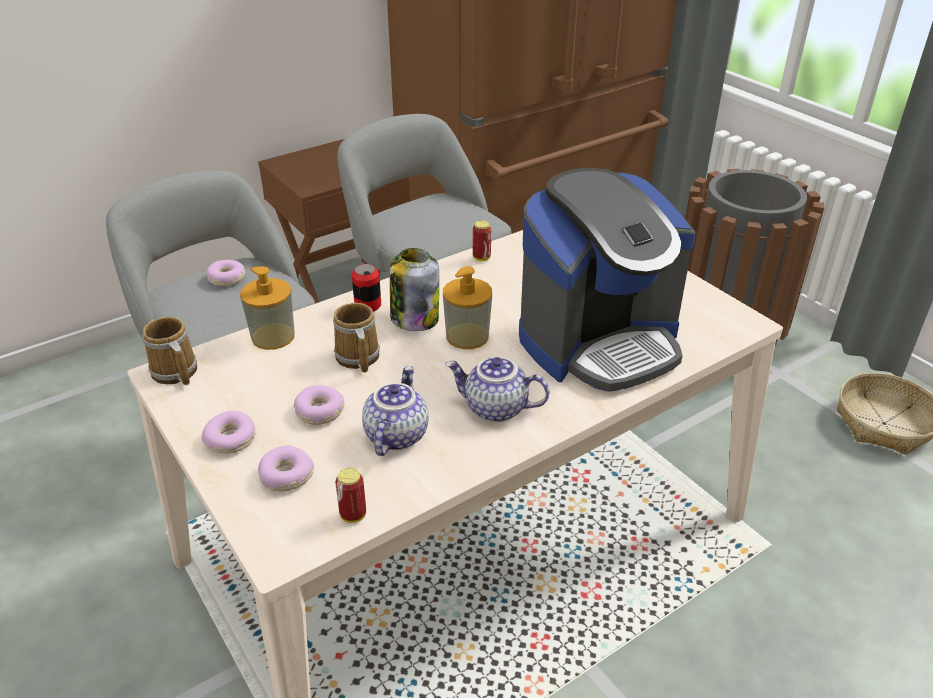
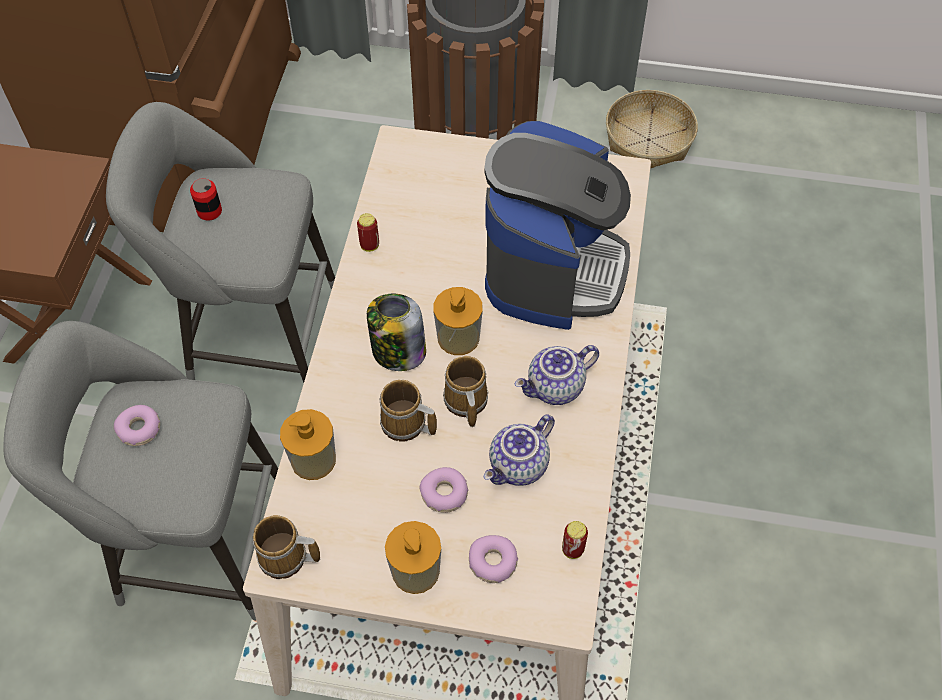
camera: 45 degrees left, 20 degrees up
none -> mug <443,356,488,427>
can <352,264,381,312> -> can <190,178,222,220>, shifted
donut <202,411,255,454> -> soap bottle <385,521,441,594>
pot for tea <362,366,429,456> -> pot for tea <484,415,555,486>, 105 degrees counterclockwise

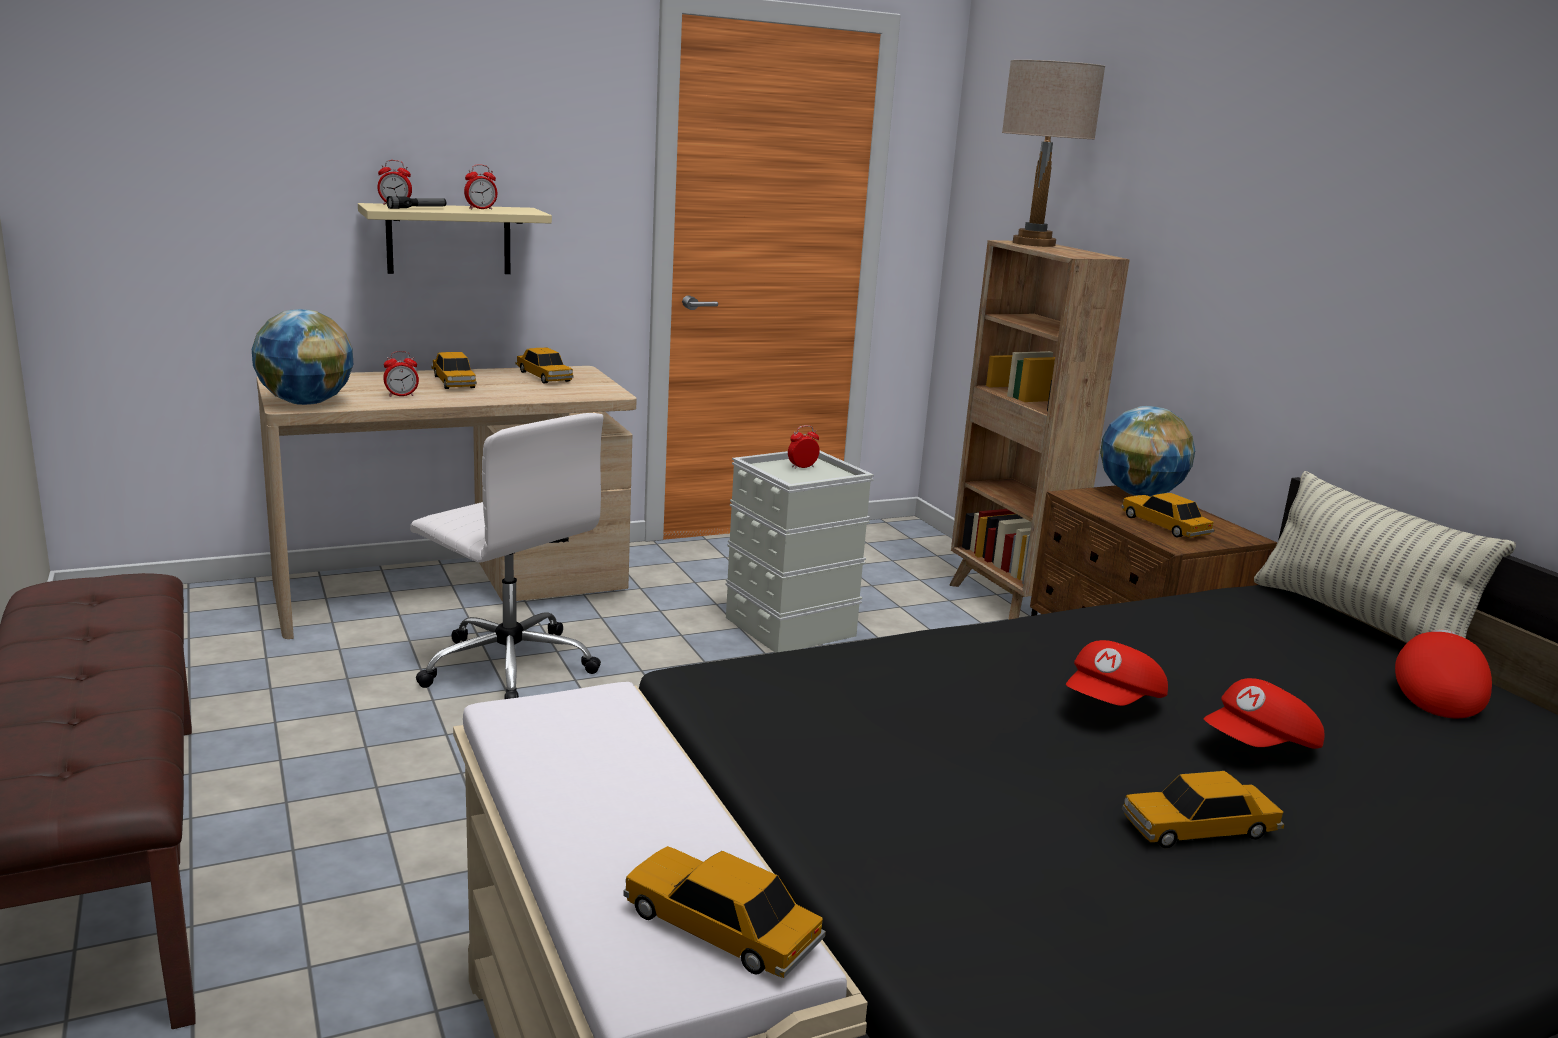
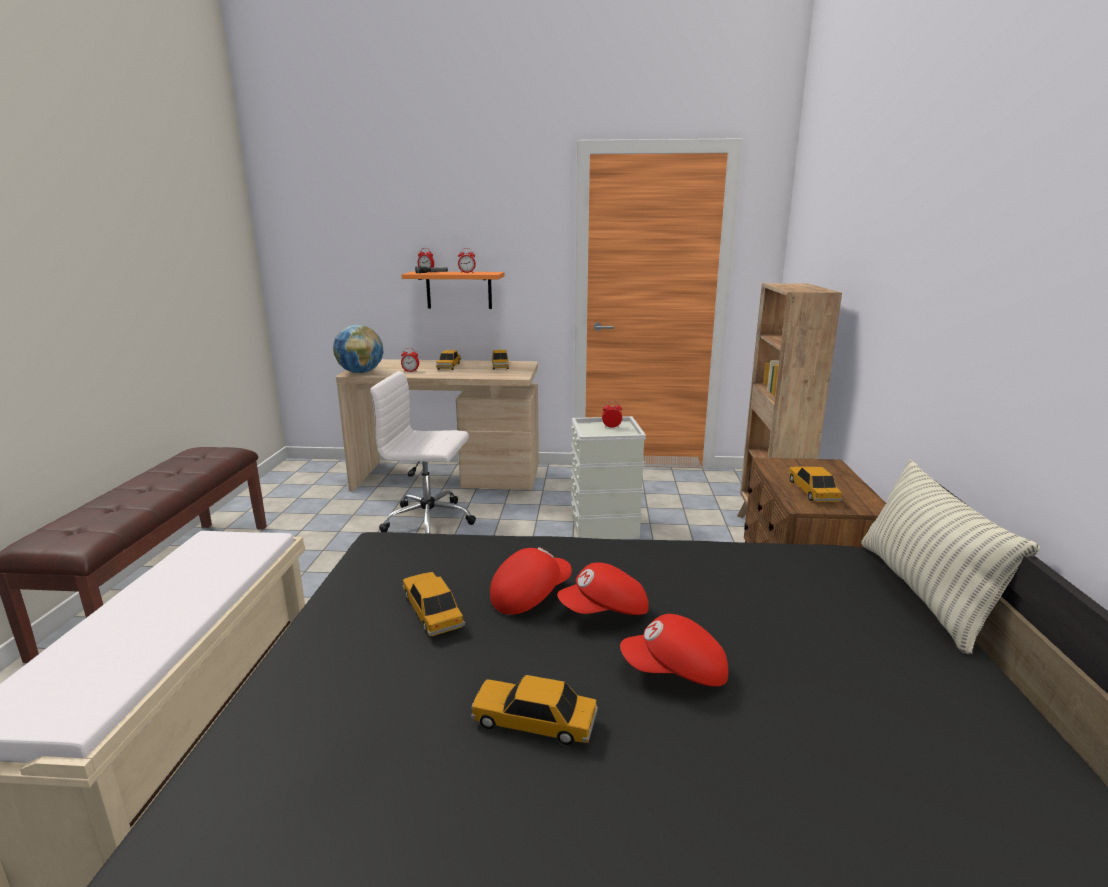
camera: 30 degrees right, 0 degrees up
sand-coloured lamp for a table <1002,60,1105,247> -> none
globe <1100,406,1195,497> -> none
toy car <623,846,826,978> -> toy car <403,572,465,636>, shifted
red-coloured baseball cap <1395,629,1492,718> -> red-coloured baseball cap <490,547,572,615>, shifted
sand-coloured bracket shelf <358,203,552,274> -> orange bracket shelf <402,272,505,309>
white-coloured desk chair <410,413,603,699> -> white-coloured desk chair <370,371,476,534>, 120 degrees clockwise

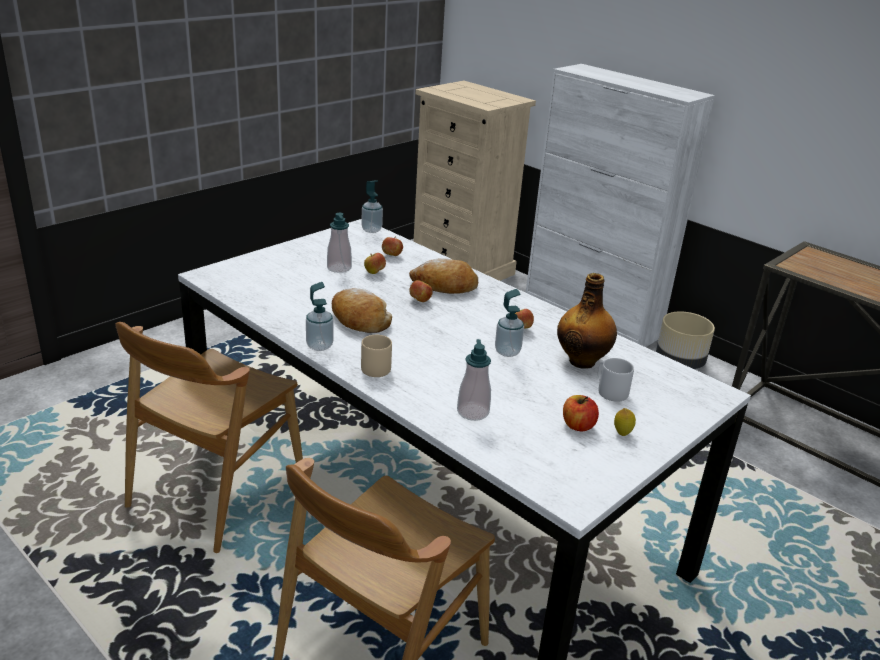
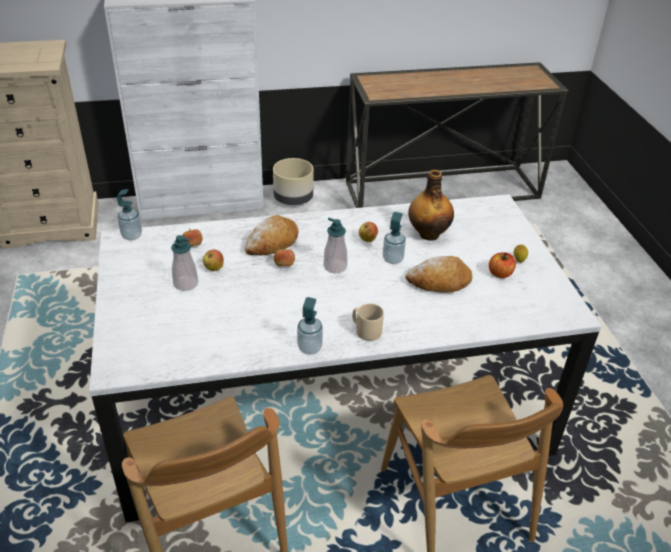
camera: 55 degrees left, 10 degrees up
gray mug <598,358,634,402> -> none
baked bread <332,288,392,333> -> baked bread <405,256,472,293>, shifted
soap bottle <457,339,491,421> -> soap bottle <324,217,347,273>, shifted

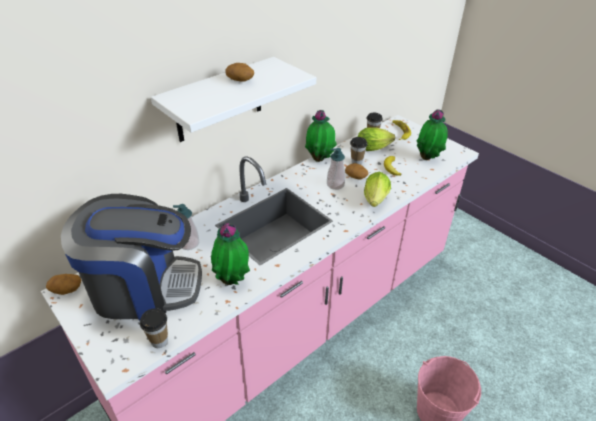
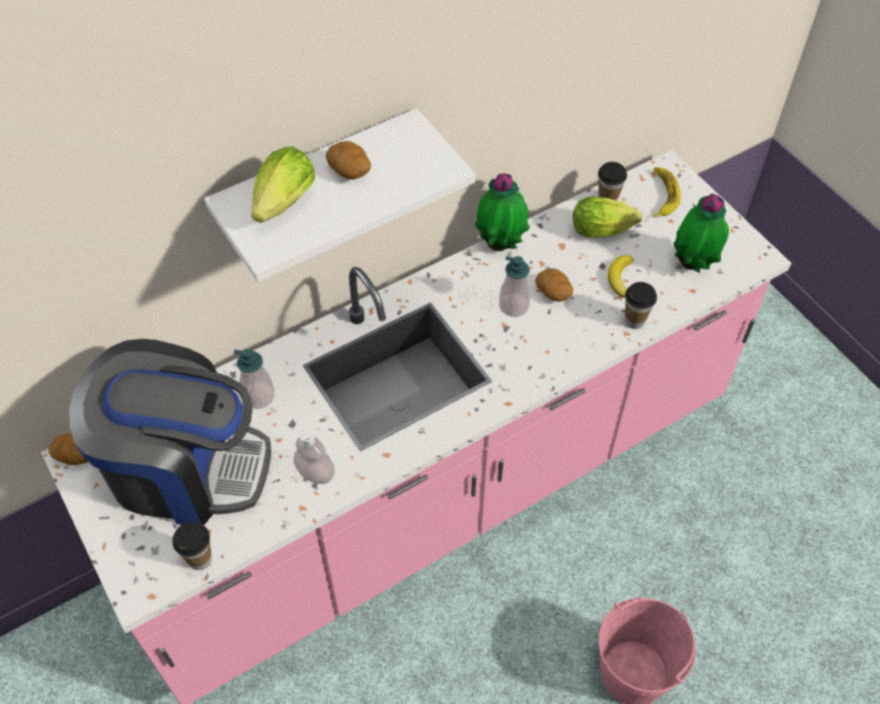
camera: 10 degrees right, 15 degrees up
small cup <350,137,367,165> -> small cup <625,282,657,329>, shifted
lettuce head <364,172,391,207> -> lettuce head <251,147,315,223>, shifted
houseplant <211,223,250,285> -> soap bottle <293,428,335,484>

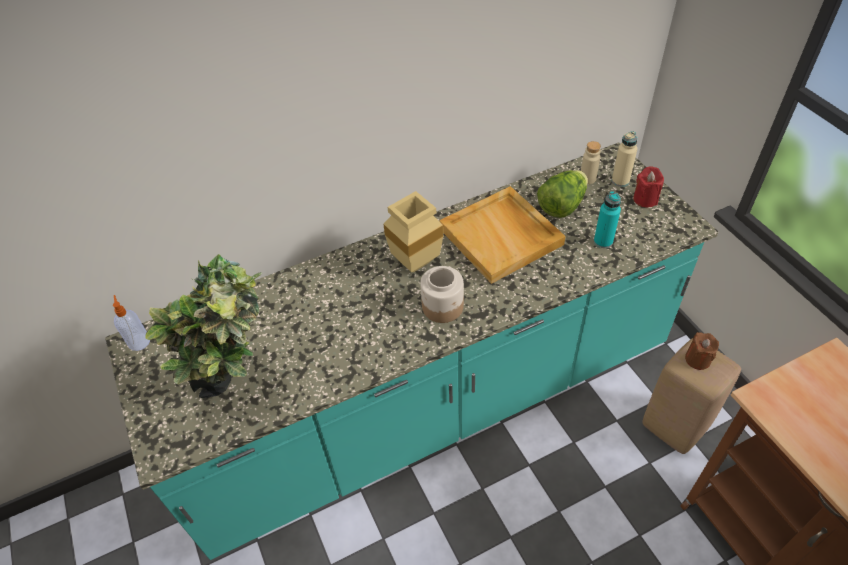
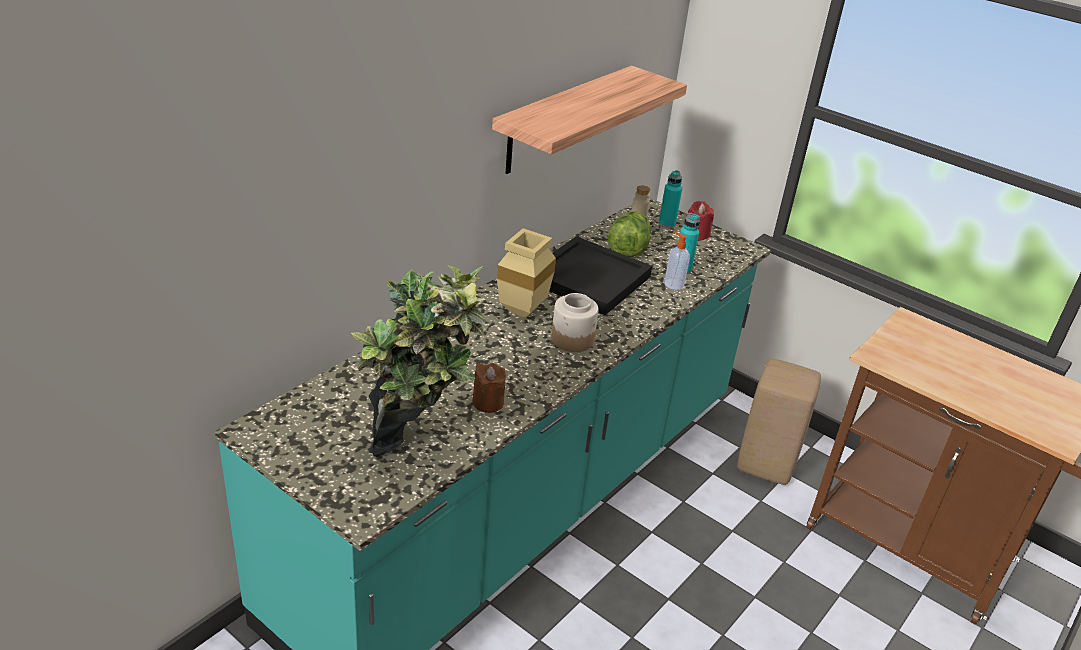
camera: 30 degrees left, 15 degrees down
none -> bracket shelf <492,66,687,174>
soap bottle <113,295,150,351> -> soap bottle <664,231,690,290>, shifted
brown-coloured wax candle <685,332,719,370> -> brown-coloured wax candle <472,363,506,413>, shifted
sand-coloured tray <439,186,566,284> -> blackish tray <549,236,652,315>
sand-coloured bottle <612,131,637,187> -> turquoise-coloured bottle <659,170,682,228>

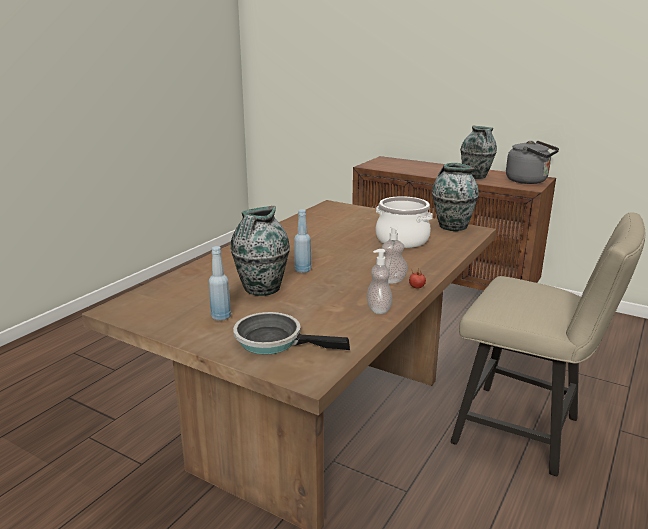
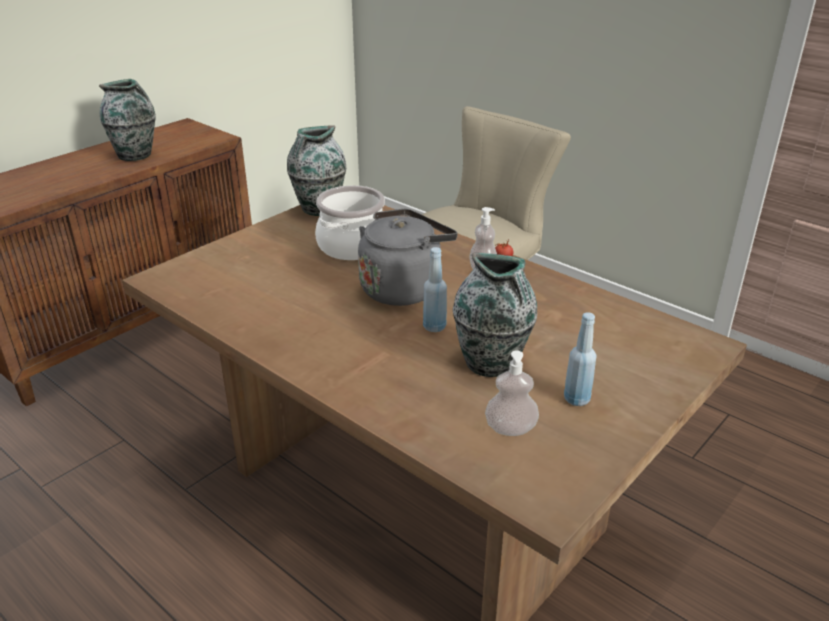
camera: 80 degrees left, 10 degrees up
frying pan <233,312,350,355> -> none
soap bottle <366,249,393,314> -> soap bottle <485,350,539,436>, shifted
gray kettle <506,141,559,184> -> gray kettle <358,209,458,306>, shifted

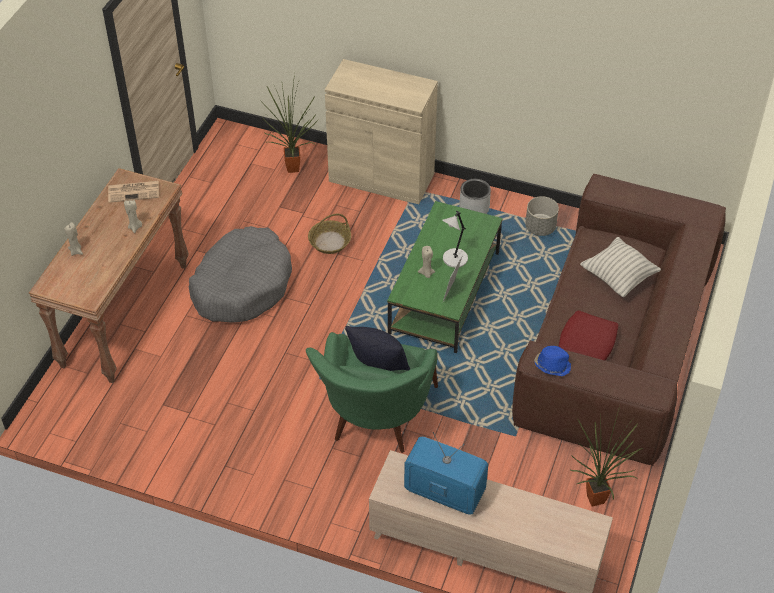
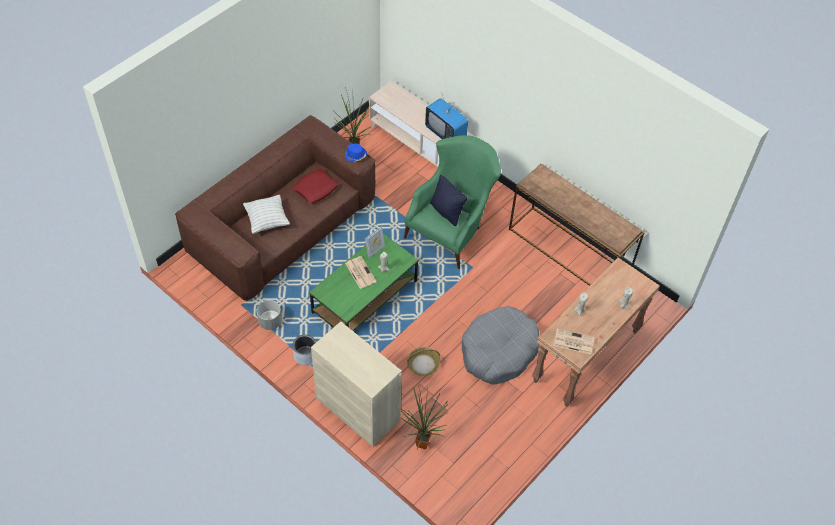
camera: 160 degrees left, 5 degrees up
none -> brown-coloured hall table <509,164,645,286>
white-coloured lamp for a table <442,211,468,268> -> printed paper <345,256,377,289>

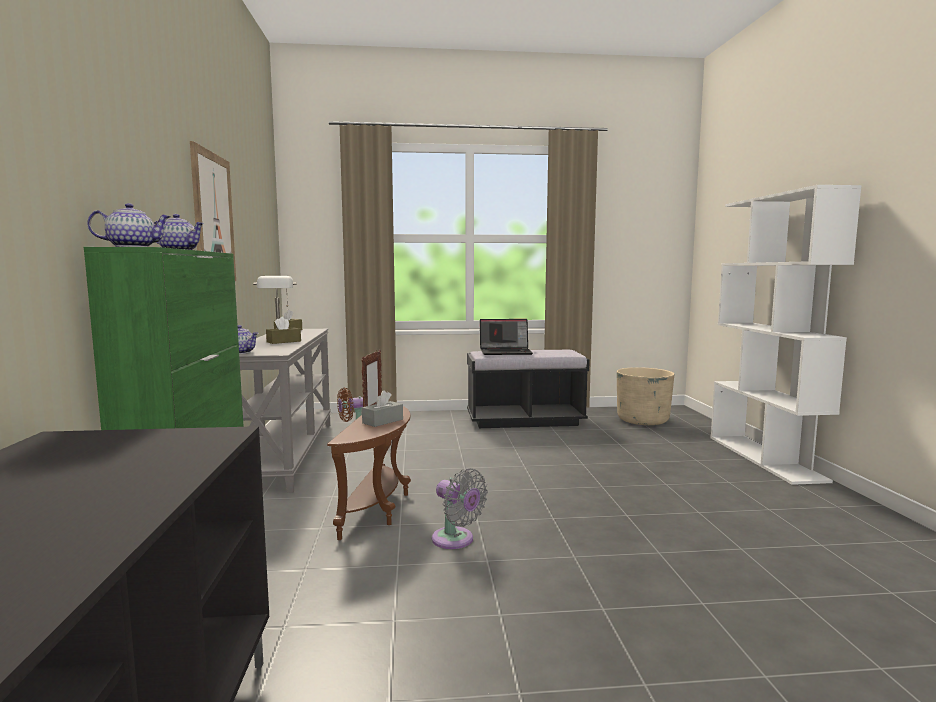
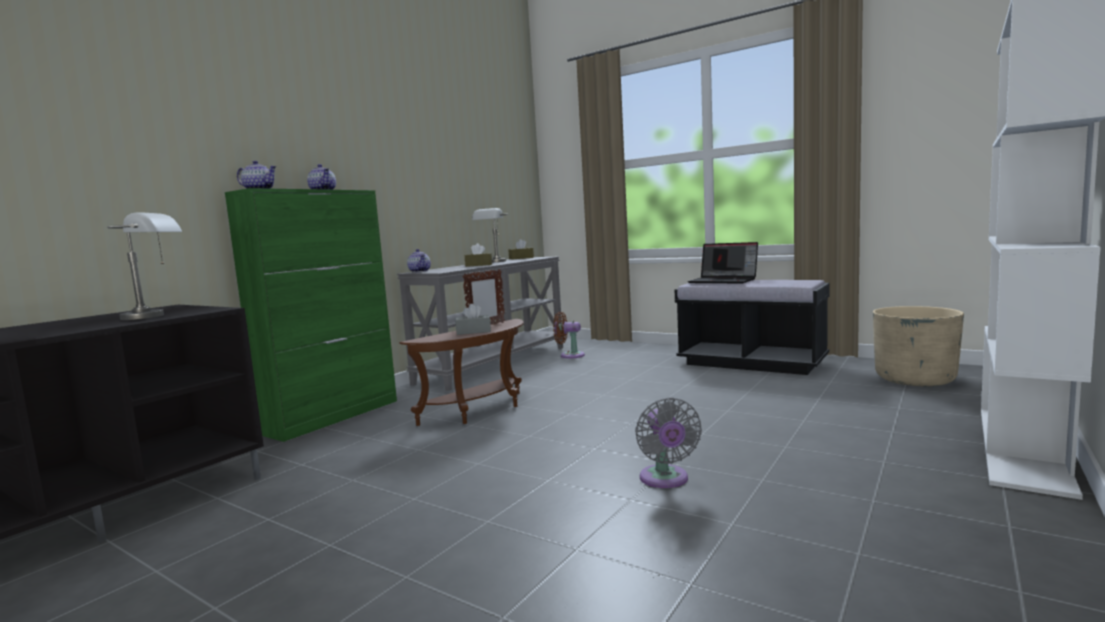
camera: 40 degrees right, 0 degrees up
wall picture <190,141,236,281> -> none
none -> gray lamp for a table <107,212,182,320>
gray cooling fan <432,468,488,549> -> gray cooling fan <635,397,702,488>, shifted

